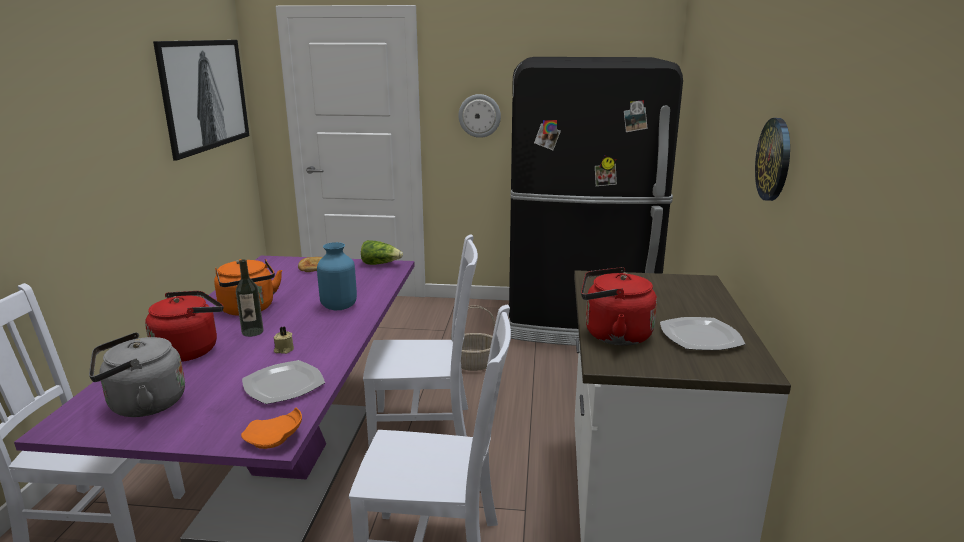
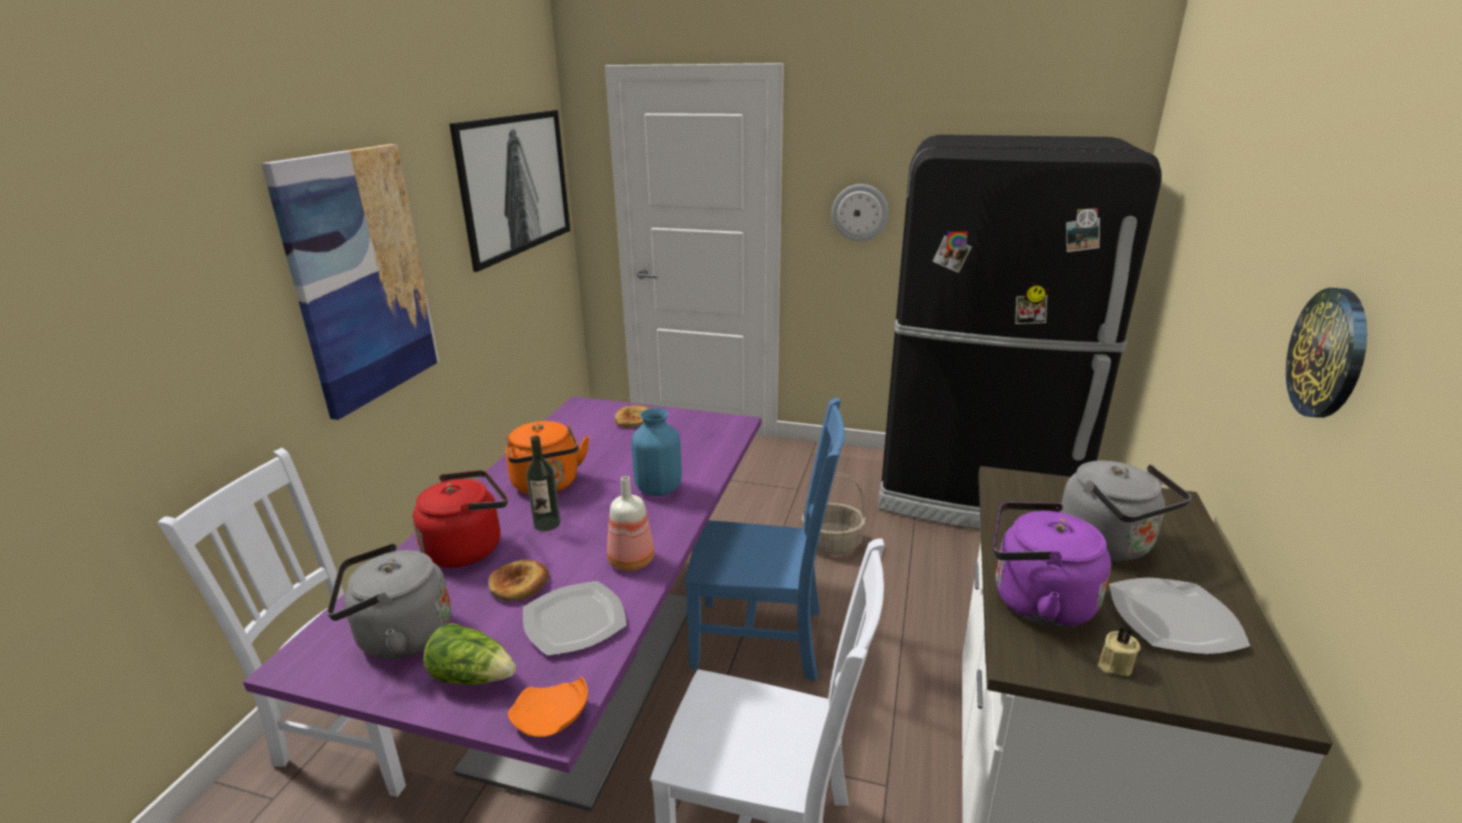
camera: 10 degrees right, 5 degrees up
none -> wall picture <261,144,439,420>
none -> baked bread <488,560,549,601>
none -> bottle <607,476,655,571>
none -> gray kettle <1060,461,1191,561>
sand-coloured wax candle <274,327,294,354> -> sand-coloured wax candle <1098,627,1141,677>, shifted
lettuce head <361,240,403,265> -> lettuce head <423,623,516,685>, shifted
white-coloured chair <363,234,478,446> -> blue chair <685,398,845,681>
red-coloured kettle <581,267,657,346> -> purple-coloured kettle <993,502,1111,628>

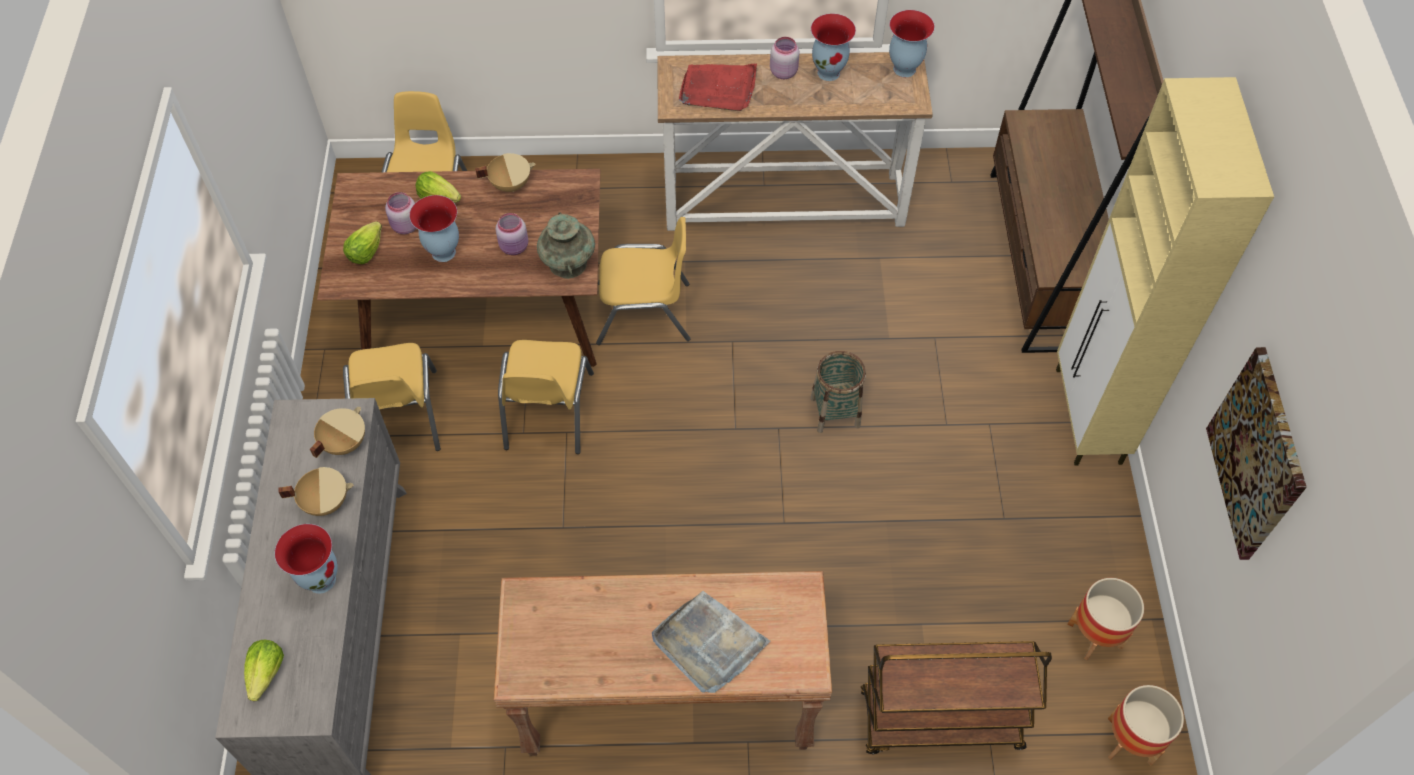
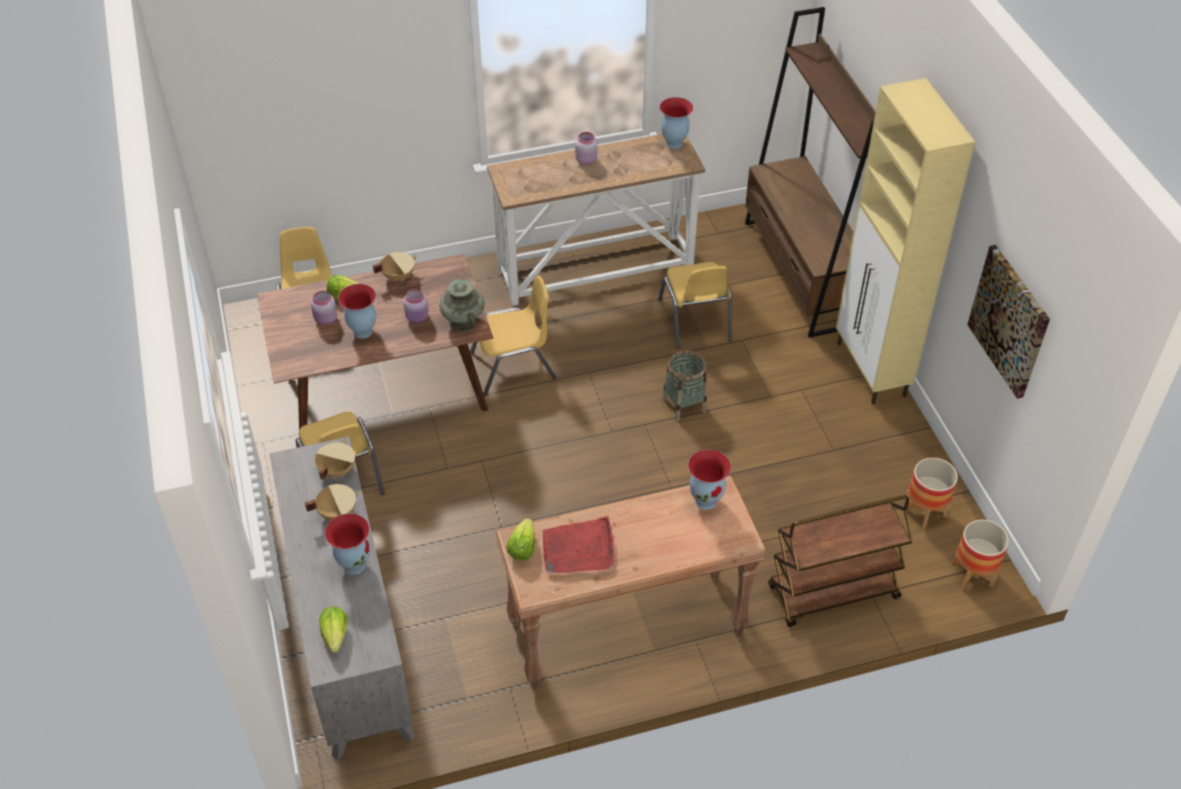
camera: 15 degrees left, 10 degrees down
gray tray <652,591,770,693> -> none
lettuce head <343,221,382,264> -> lettuce head <506,518,535,561>, shifted
yellow chair <498,340,594,454> -> yellow chair <658,262,732,349>, shifted
red-coloured tray <679,63,757,111> -> red-coloured tray <543,516,614,573>, shifted
vase <811,13,856,81> -> vase <688,449,731,510>, shifted

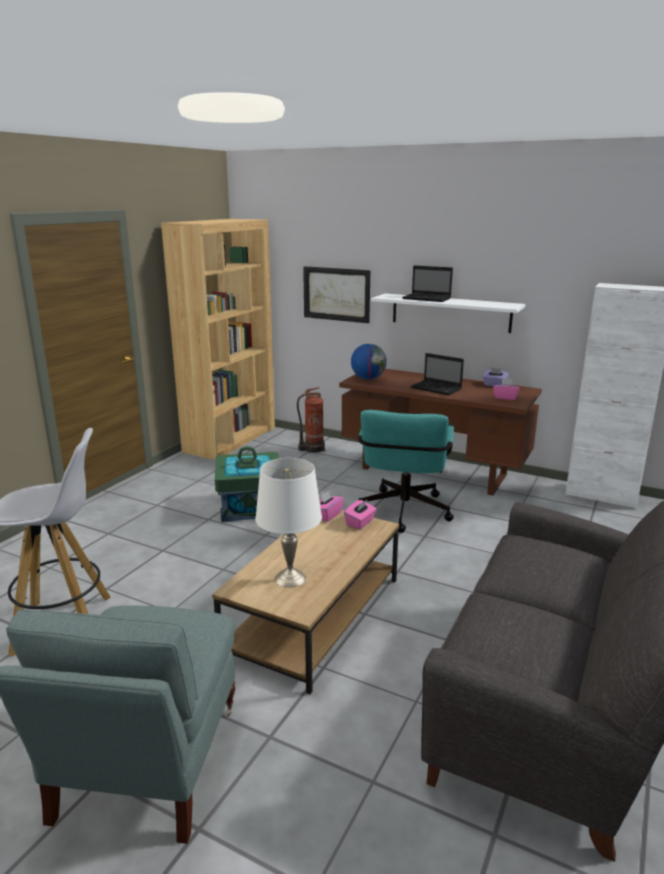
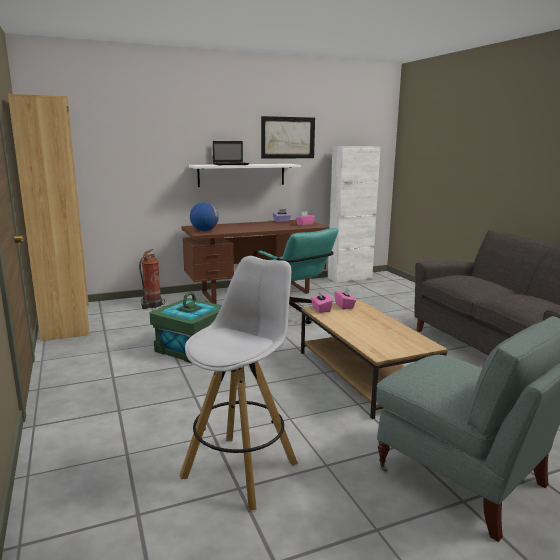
camera: 50 degrees left, 5 degrees down
white-coloured lamp for a table <255,458,322,588> -> none
notebook computer <411,353,464,395> -> none
wall picture <303,266,370,323> -> wall picture <261,116,315,159>, shifted

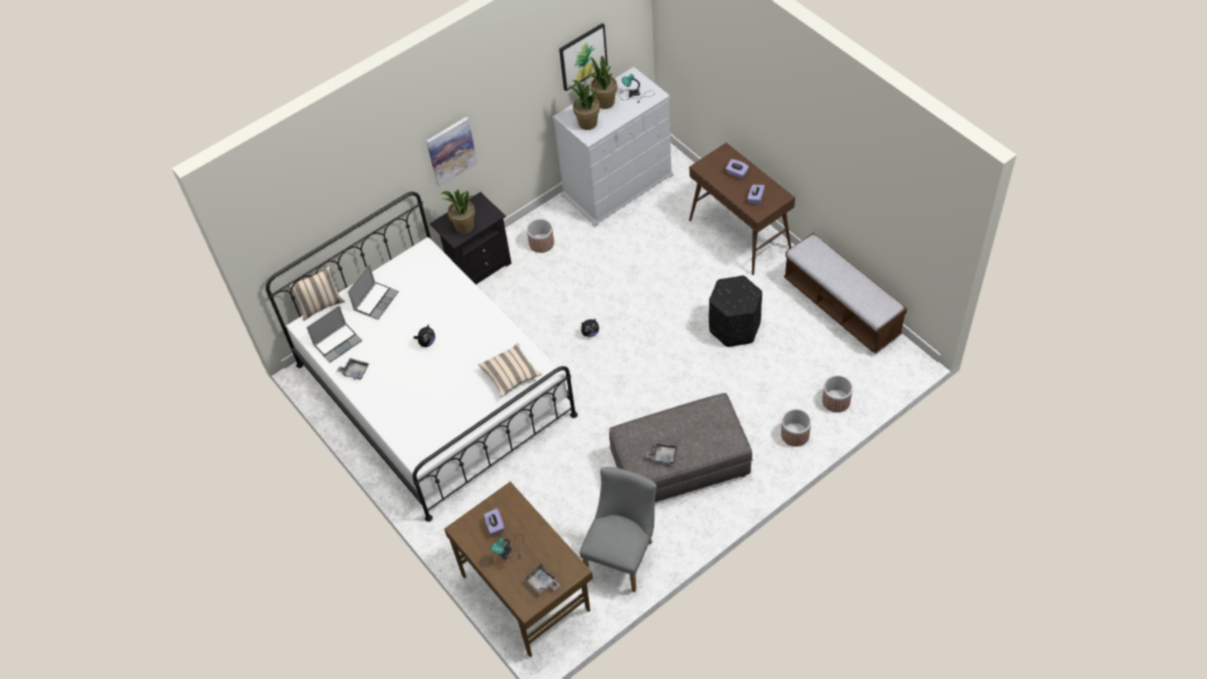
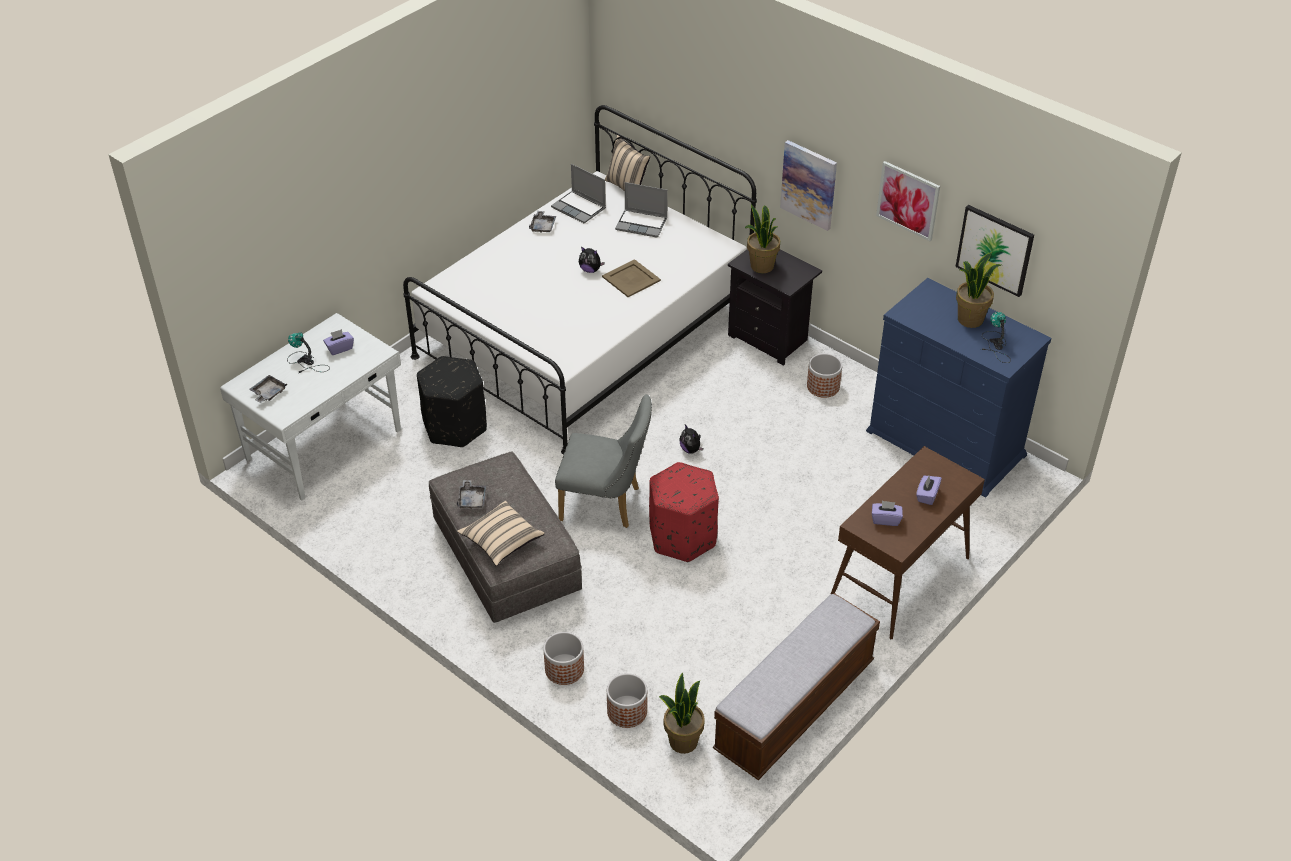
camera: 75 degrees right, 10 degrees down
none -> sand-coloured tray <602,259,661,297>
none -> red-coloured footrest <649,462,719,562>
none -> wall picture <876,161,940,241>
sand-coloured pillow <478,343,542,397> -> sand-coloured pillow <457,501,545,566>, shifted
houseplant <568,80,600,130> -> houseplant <659,673,705,754>, shifted
gray chair <580,467,657,592> -> gray chair <555,394,652,528>, shifted
blackish footrest <709,275,762,347> -> blackish footrest <417,356,487,447>, shifted
brown-coloured desk unit <444,482,593,657> -> white-coloured desk unit <220,313,401,501>
white-coloured dresser <553,67,674,227> -> blue dresser <866,278,1052,498>

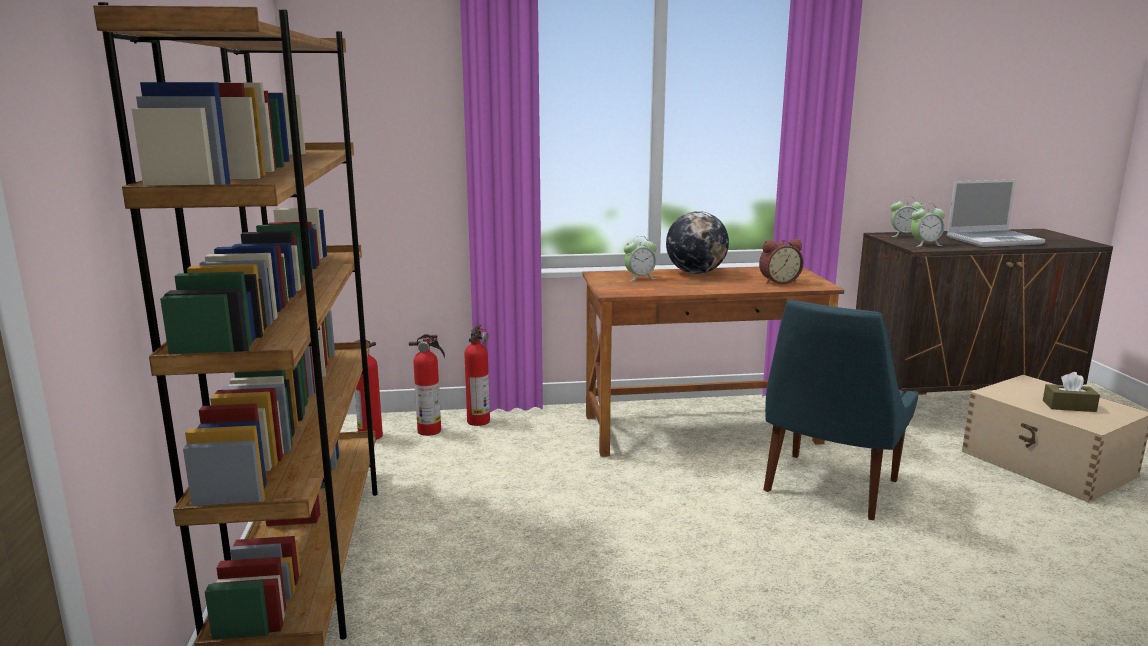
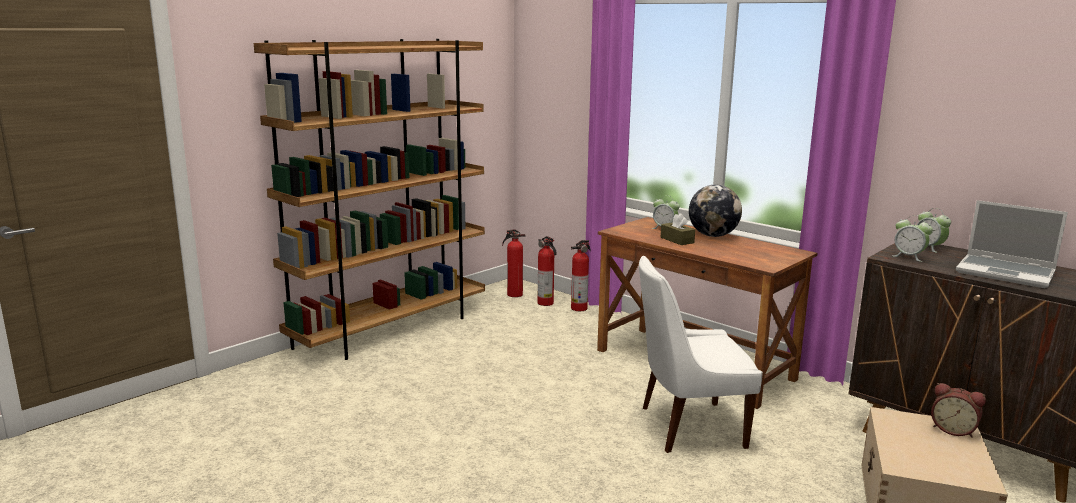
camera: 50 degrees right, 0 degrees up
table clock <759,239,803,284> -> table clock <931,383,986,438>, shifted
brown-coloured tissue box <1043,372,1100,412> -> brown-coloured tissue box <661,213,695,245>, shifted
blue chair <763,299,919,520> -> white-coloured chair <639,256,763,453>

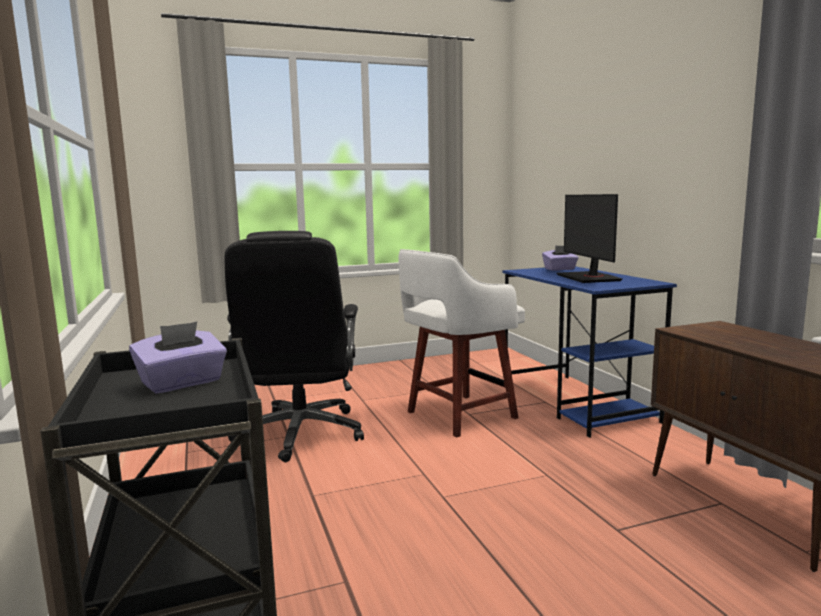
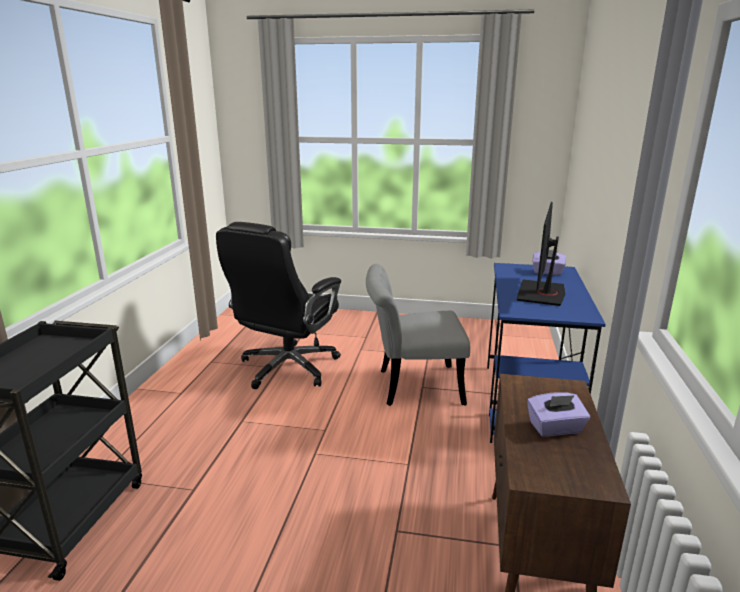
camera: 30 degrees right, 10 degrees up
purple-coloured tissue box <129,322,227,393> -> purple-coloured tissue box <527,392,590,437>, shifted
white-coloured stool seat <398,249,525,437> -> gray chair <366,264,470,406>

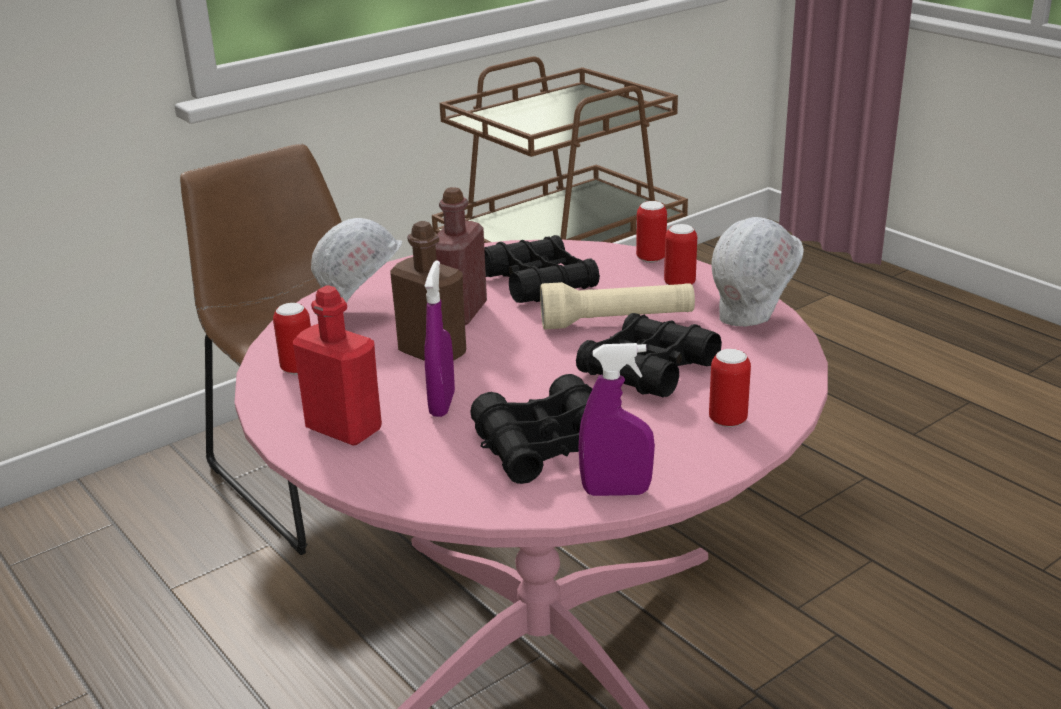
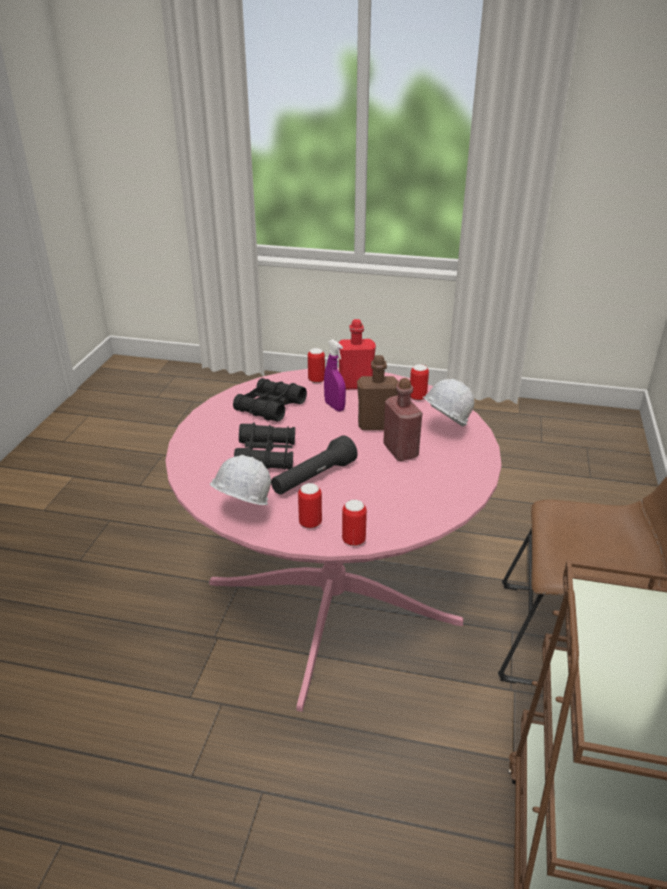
camera: 140 degrees right, 5 degrees up
blackish binoculars <484,235,600,303> -> none
purple-coloured hand sprayer <579,343,655,496> -> none
can <709,349,751,427> -> can <308,348,325,383>, shifted
sand-coloured flashlight <540,282,695,329> -> blackish flashlight <271,435,357,495>

